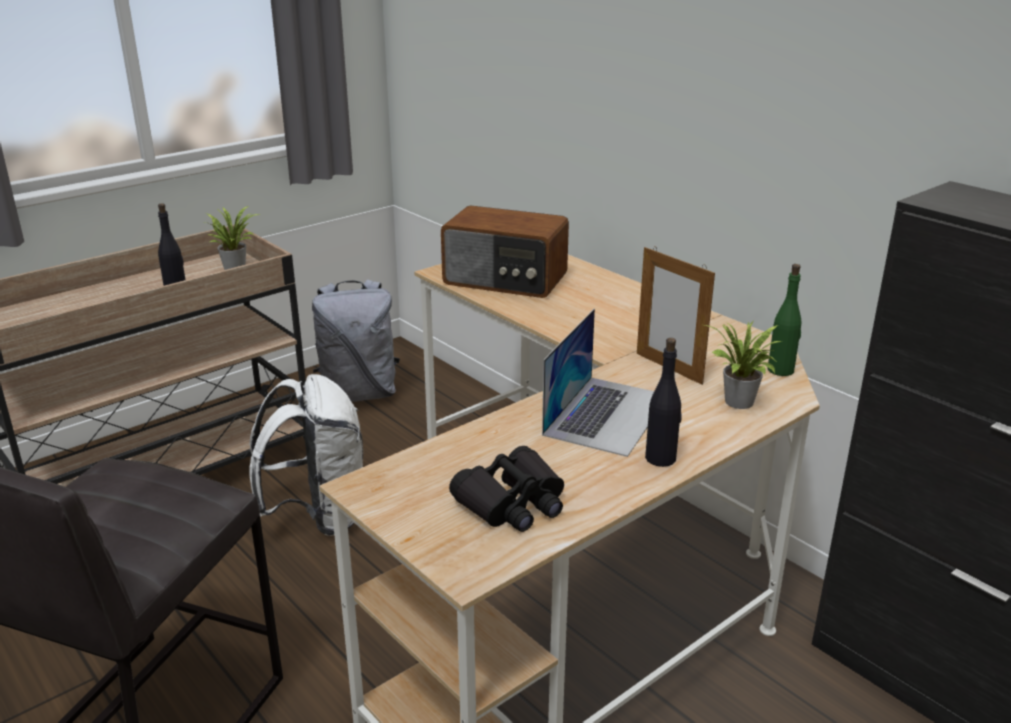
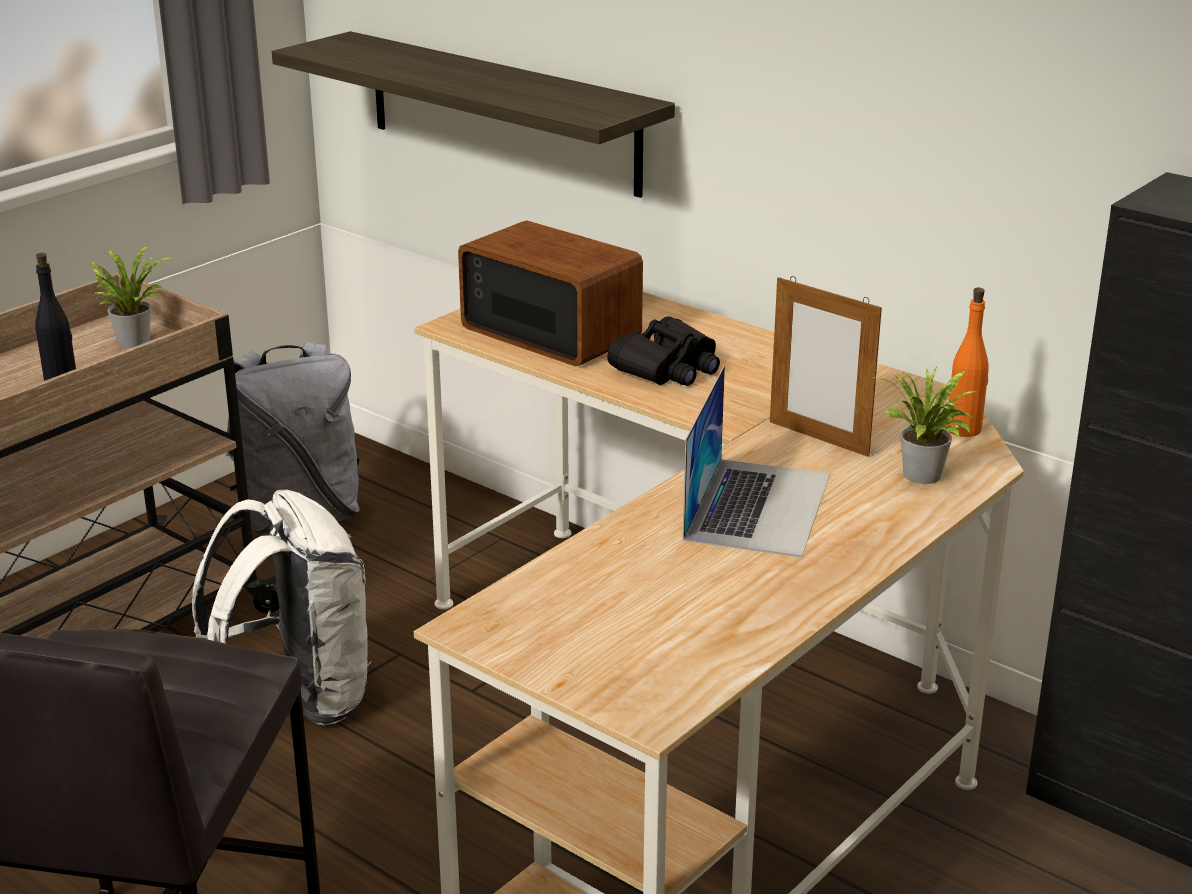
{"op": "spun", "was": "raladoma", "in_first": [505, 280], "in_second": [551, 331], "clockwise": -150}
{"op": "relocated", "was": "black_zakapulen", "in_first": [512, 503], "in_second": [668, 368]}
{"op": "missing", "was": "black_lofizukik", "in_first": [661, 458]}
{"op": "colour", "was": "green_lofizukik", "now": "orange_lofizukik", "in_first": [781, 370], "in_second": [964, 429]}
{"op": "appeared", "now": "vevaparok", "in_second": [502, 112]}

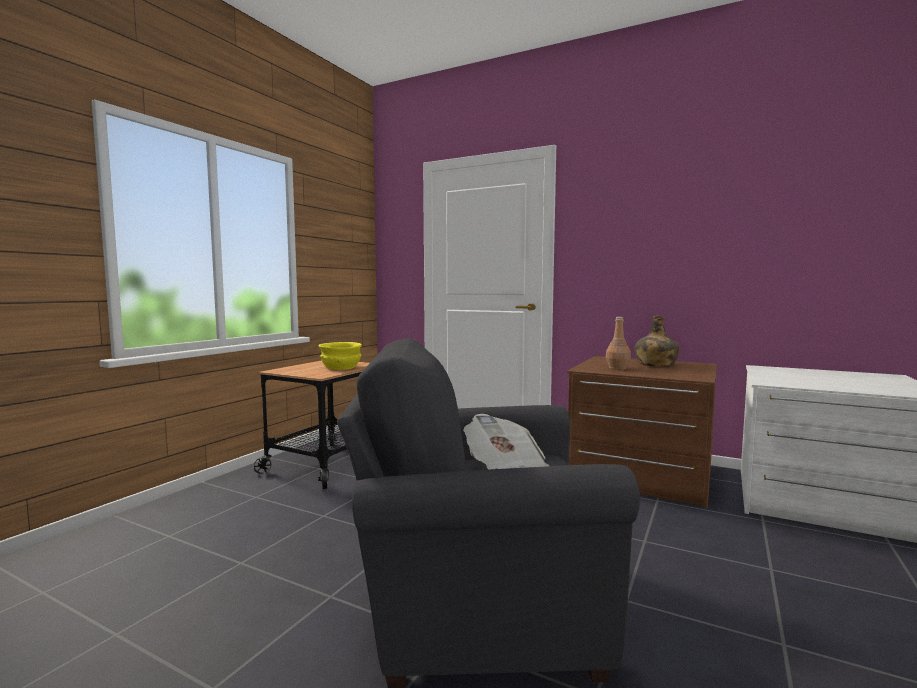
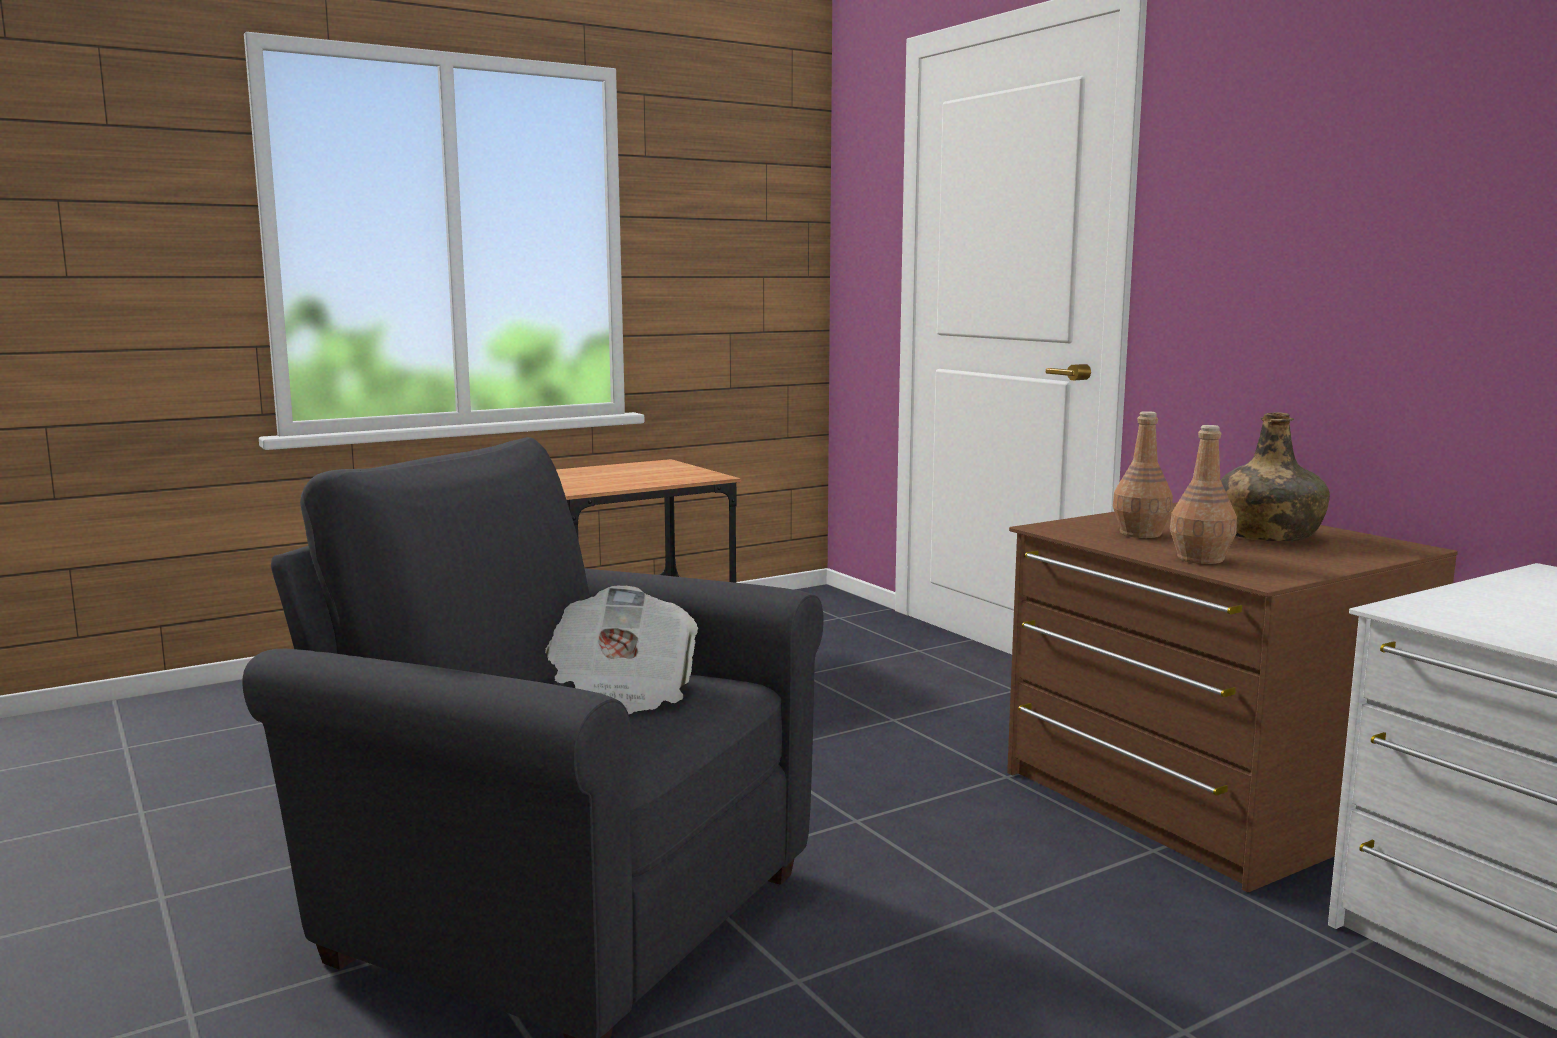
{"op": "missing", "was": "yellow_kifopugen", "in_first": [341, 367]}
{"op": "appeared", "now": "brown_lofizukik", "in_second": [1200, 559]}

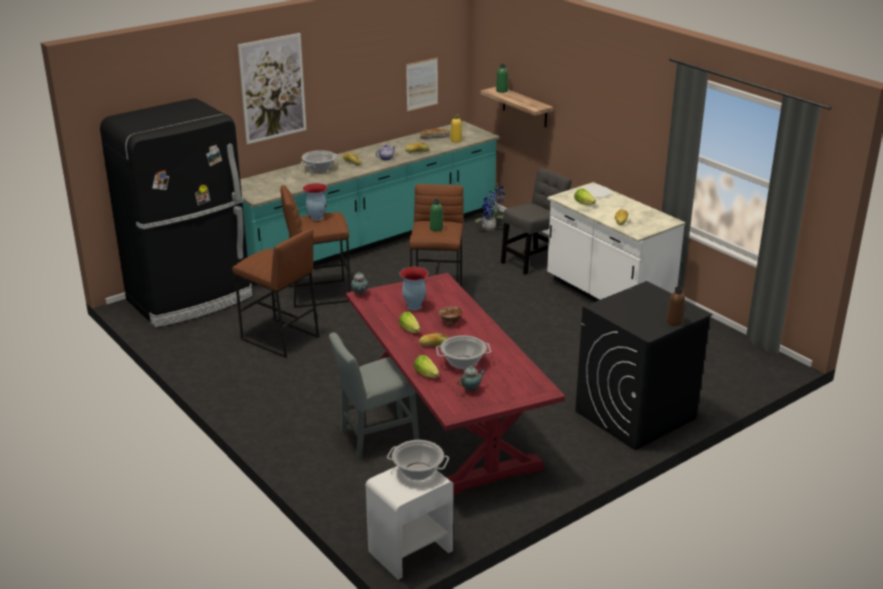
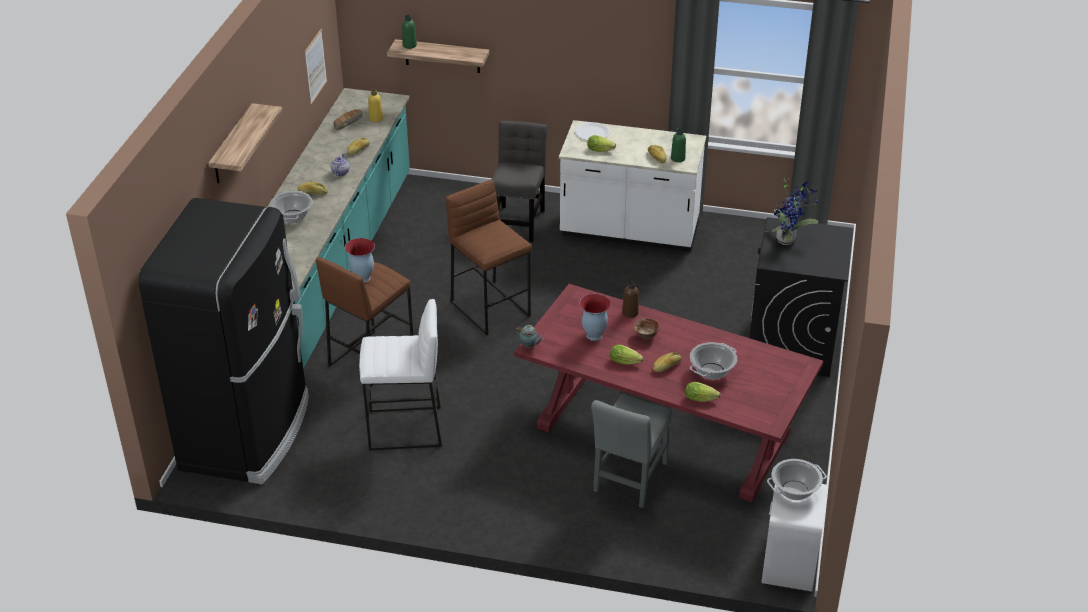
{"op": "colour", "was": "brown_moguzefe", "now": "white_moguzefe", "in_first": [279, 338], "in_second": [405, 429]}
{"op": "exchanged", "was": "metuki", "now": "vevaparok", "in_first": [273, 88], "in_second": [232, 145]}
{"op": "relocated", "was": "green_lofizukik", "in_first": [436, 228], "in_second": [678, 158]}
{"op": "missing", "was": "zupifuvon", "in_first": [471, 390]}
{"op": "relocated", "was": "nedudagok", "in_first": [490, 228], "in_second": [788, 240]}
{"op": "relocated", "was": "brown_lofizukik", "in_first": [674, 322], "in_second": [630, 313]}

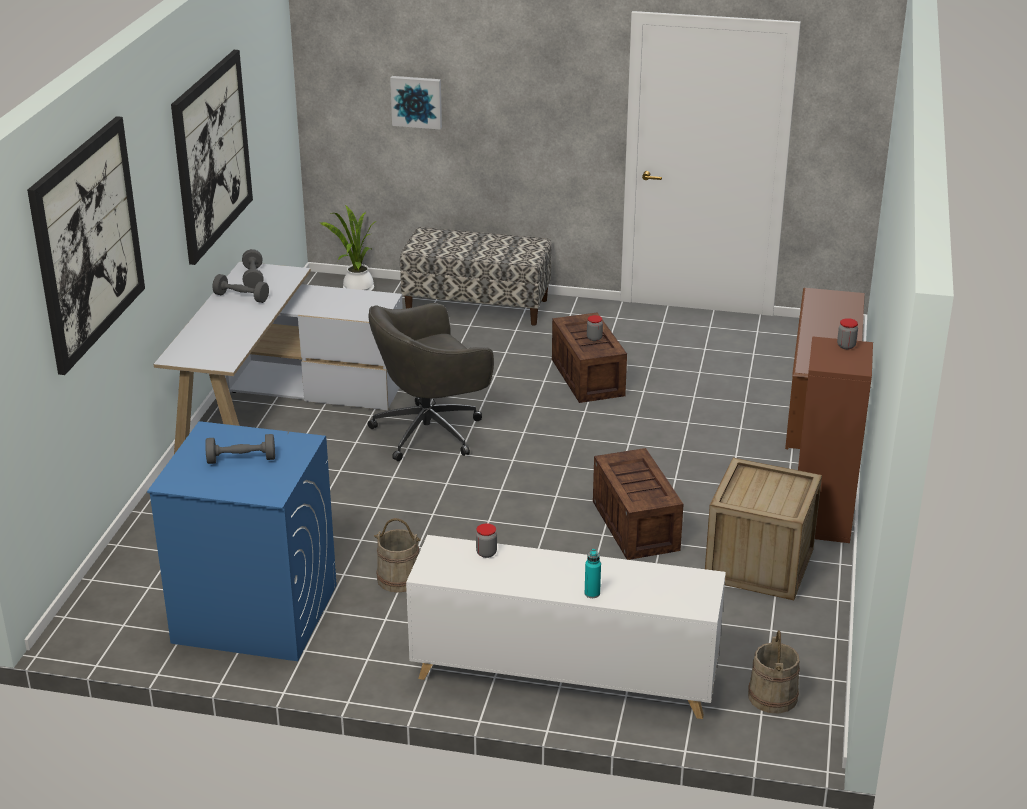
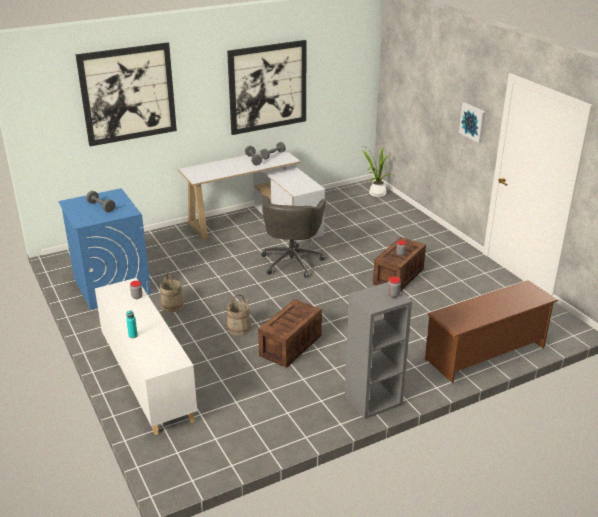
{"op": "spun", "was": "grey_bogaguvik", "in_first": [431, 432], "in_second": [292, 261], "clockwise": -105}
{"op": "relocated", "was": "metuki", "in_first": [417, 101], "in_second": [473, 122]}
{"op": "missing", "was": "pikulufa", "in_first": [477, 306]}
{"op": "missing", "was": "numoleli", "in_first": [759, 565]}
{"op": "relocated", "was": "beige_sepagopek", "in_first": [772, 696], "in_second": [239, 328]}
{"op": "colour", "was": "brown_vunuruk", "now": "grey_vunuruk", "in_first": [822, 521], "in_second": [373, 401]}

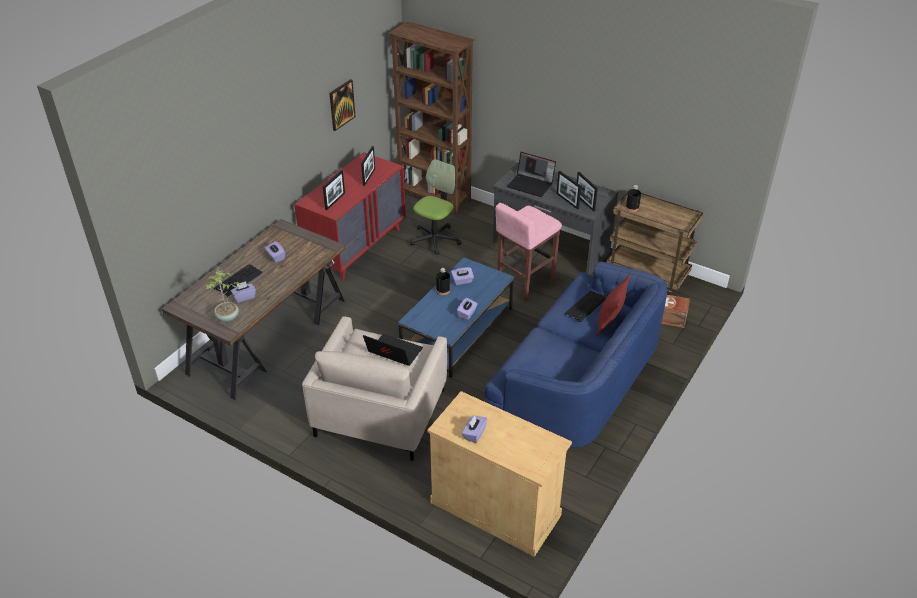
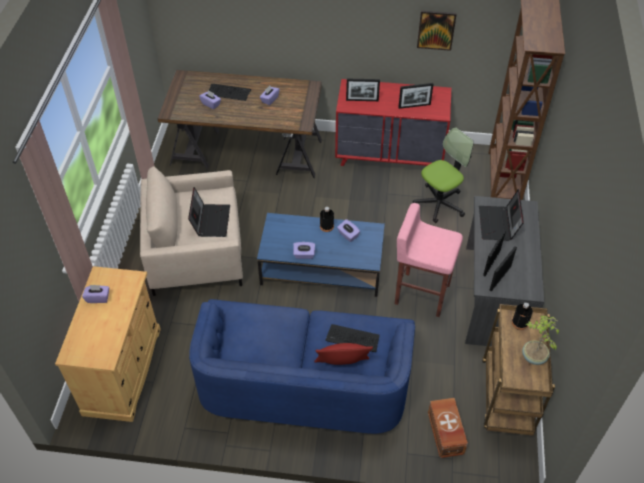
{"op": "relocated", "was": "nedudagok", "in_first": [227, 318], "in_second": [533, 357]}
{"op": "spun", "was": "bogaguvik", "in_first": [435, 239], "in_second": [439, 203], "clockwise": -45}

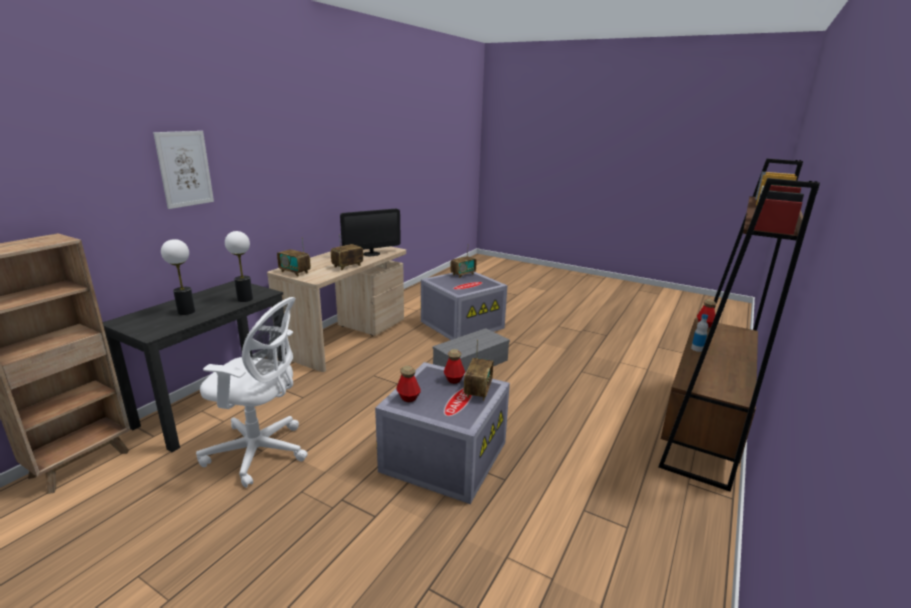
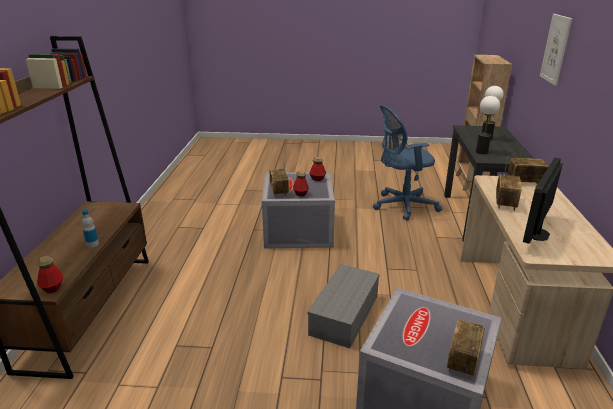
{"op": "colour", "was": "white_bogaguvik", "now": "blue_bogaguvik", "in_first": [261, 452], "in_second": [402, 206]}

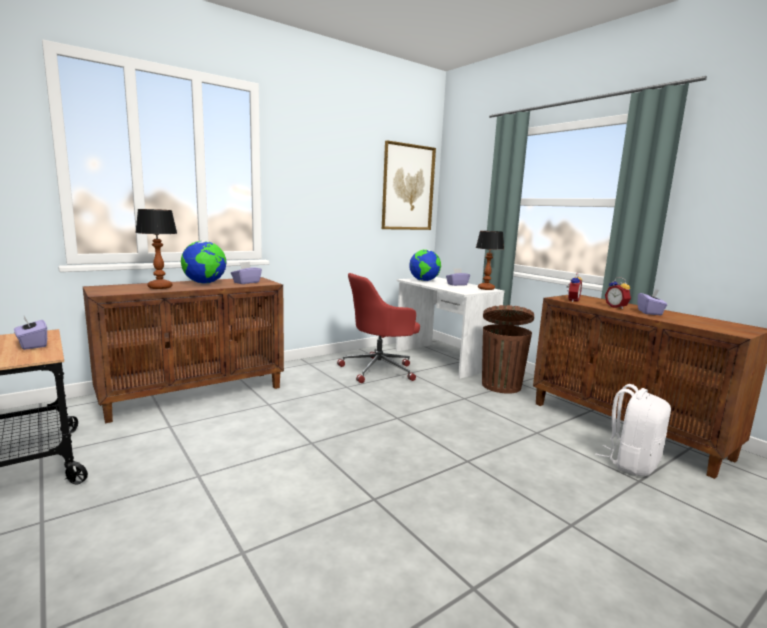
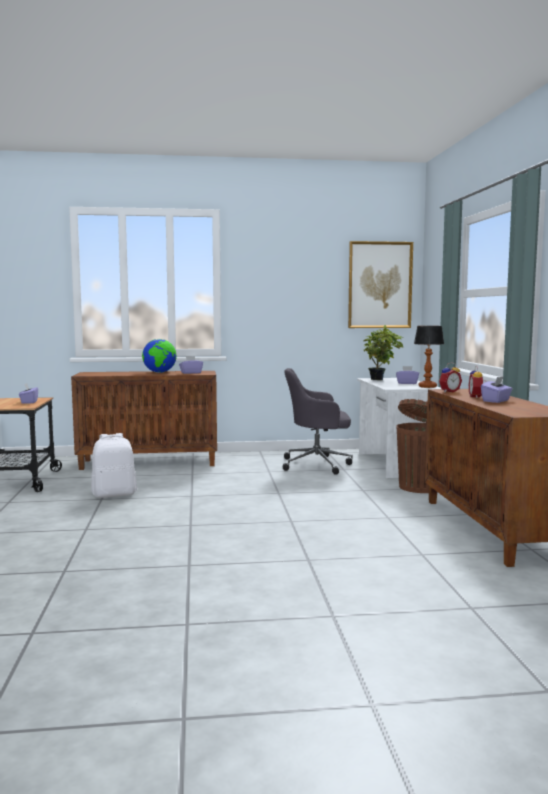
{"op": "missing", "was": "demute", "in_first": [159, 287]}
{"op": "colour", "was": "red_bogaguvik", "now": "grey_bogaguvik", "in_first": [379, 370], "in_second": [317, 464]}
{"op": "exchanged", "was": "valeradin", "now": "nedudagok", "in_first": [424, 281], "in_second": [380, 380]}
{"op": "relocated", "was": "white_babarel", "in_first": [631, 463], "in_second": [114, 494]}

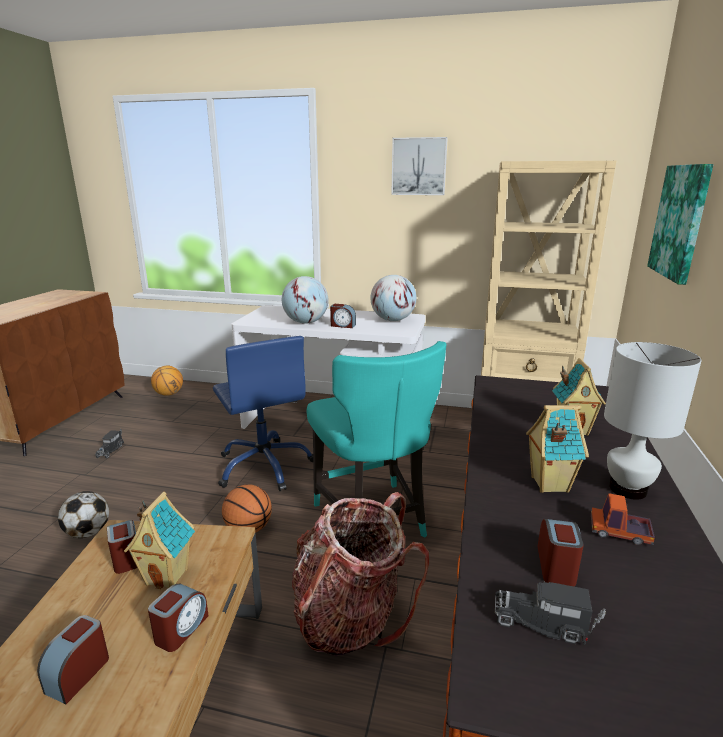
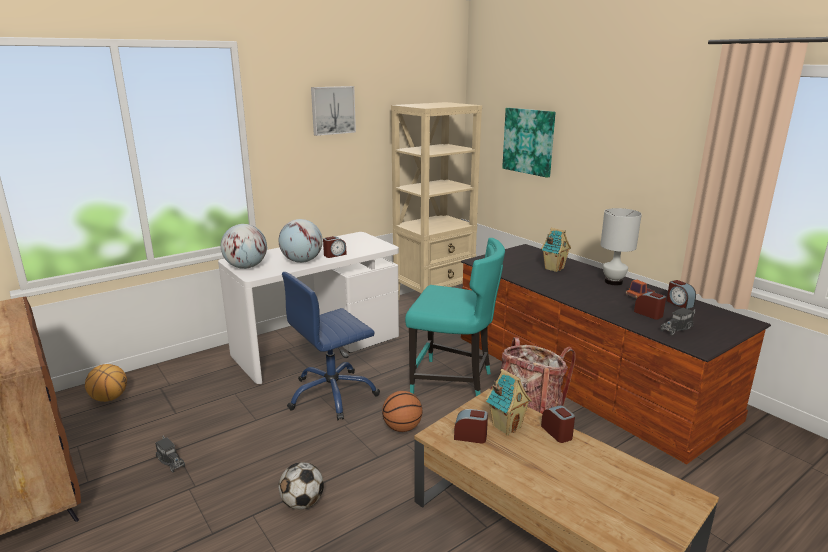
{"op": "relocated", "was": "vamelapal", "in_first": [78, 674], "in_second": [679, 303]}
{"op": "spun", "was": "blue_bogaguvik", "in_first": [265, 466], "in_second": [332, 394], "clockwise": 135}
{"op": "relocated", "was": "valeradin", "in_first": [392, 320], "in_second": [246, 267]}
{"op": "missing", "was": "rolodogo", "in_first": [548, 484]}

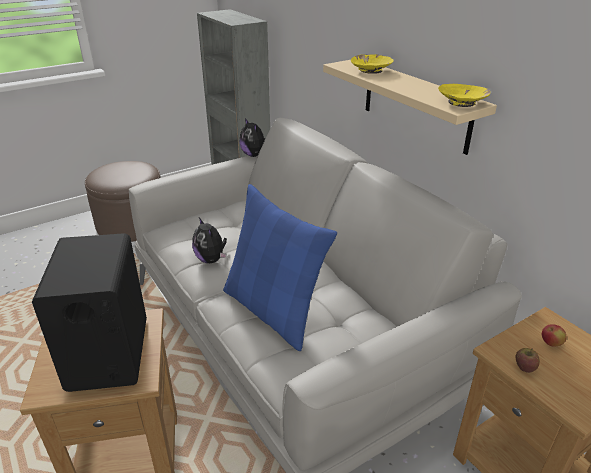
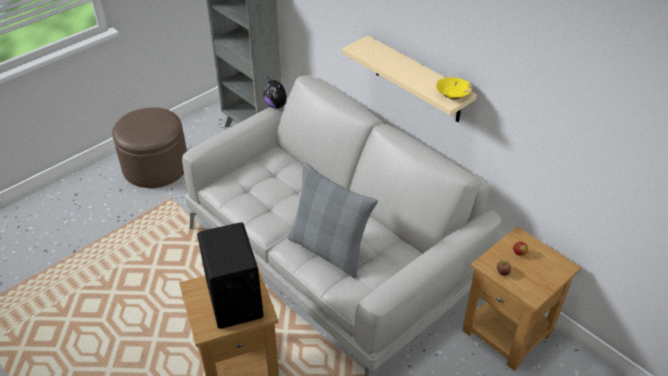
{"op": "missing", "was": "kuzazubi", "in_first": [211, 259]}
{"op": "colour", "was": "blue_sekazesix", "now": "grey_sekazesix", "in_first": [273, 311], "in_second": [328, 250]}
{"op": "missing", "was": "yellow_kifopugen", "in_first": [371, 70]}

